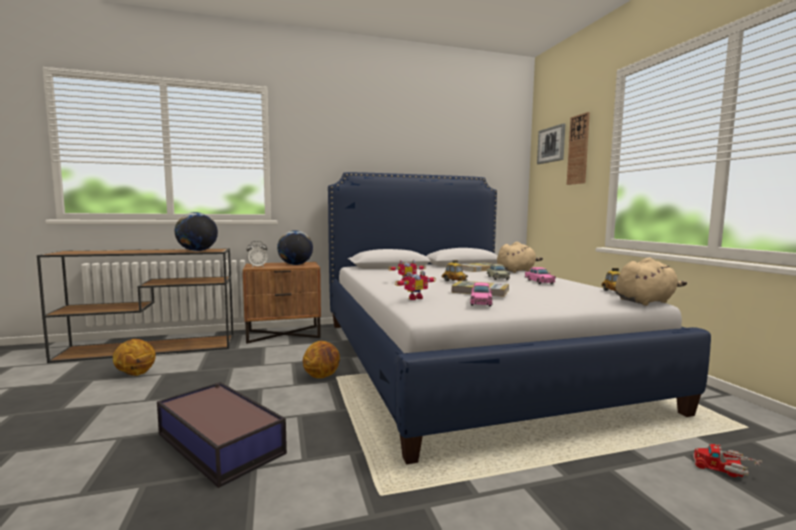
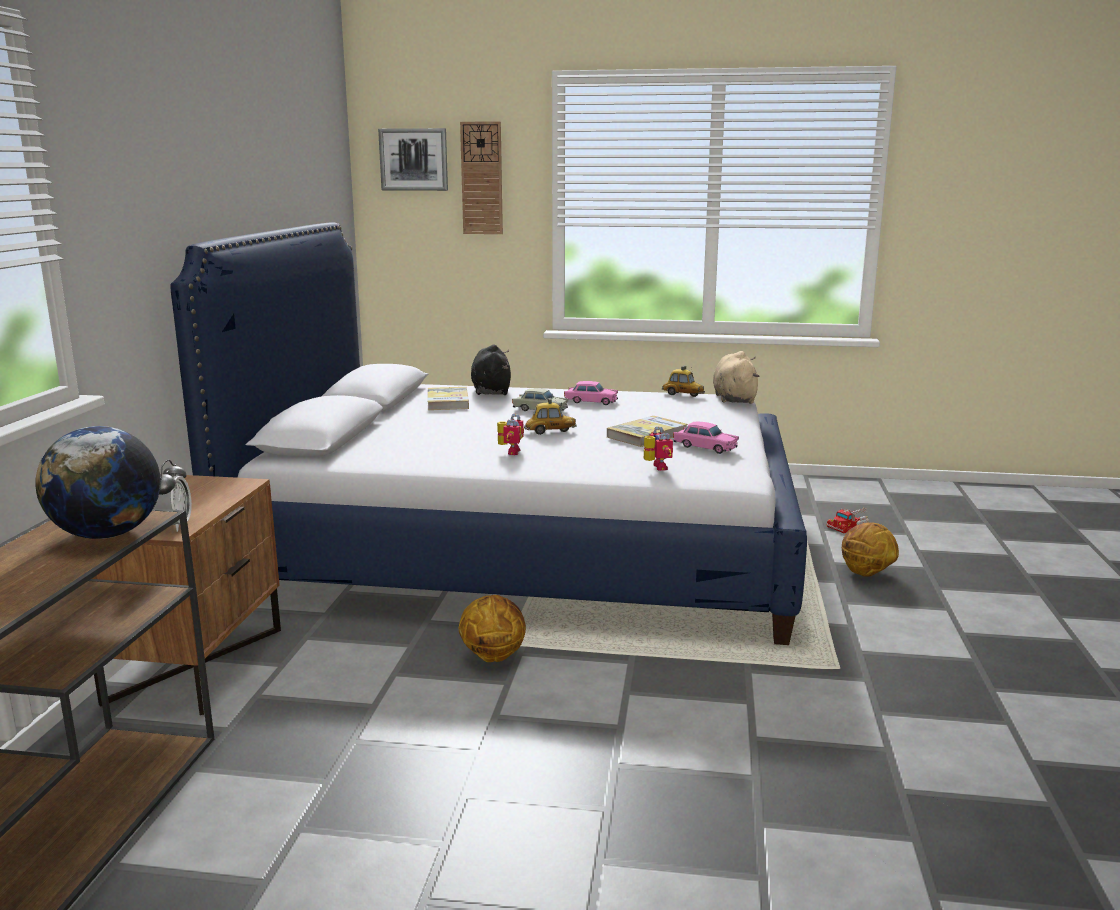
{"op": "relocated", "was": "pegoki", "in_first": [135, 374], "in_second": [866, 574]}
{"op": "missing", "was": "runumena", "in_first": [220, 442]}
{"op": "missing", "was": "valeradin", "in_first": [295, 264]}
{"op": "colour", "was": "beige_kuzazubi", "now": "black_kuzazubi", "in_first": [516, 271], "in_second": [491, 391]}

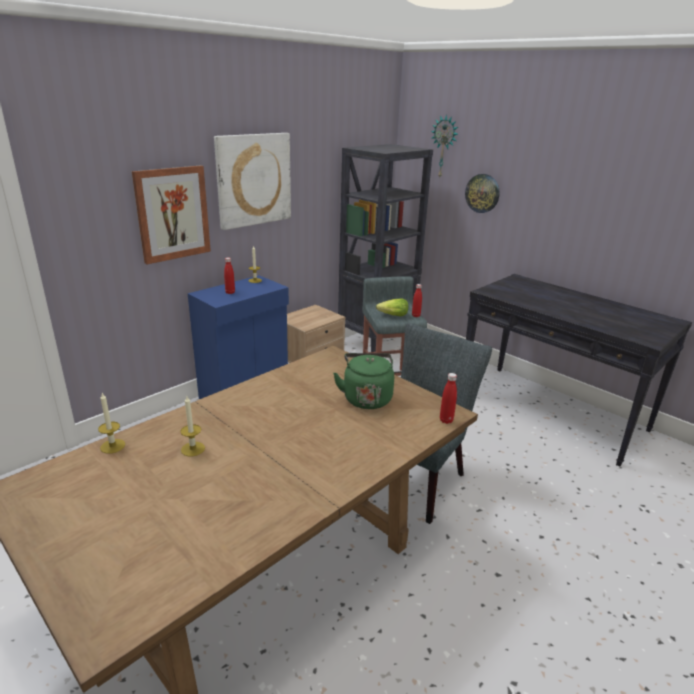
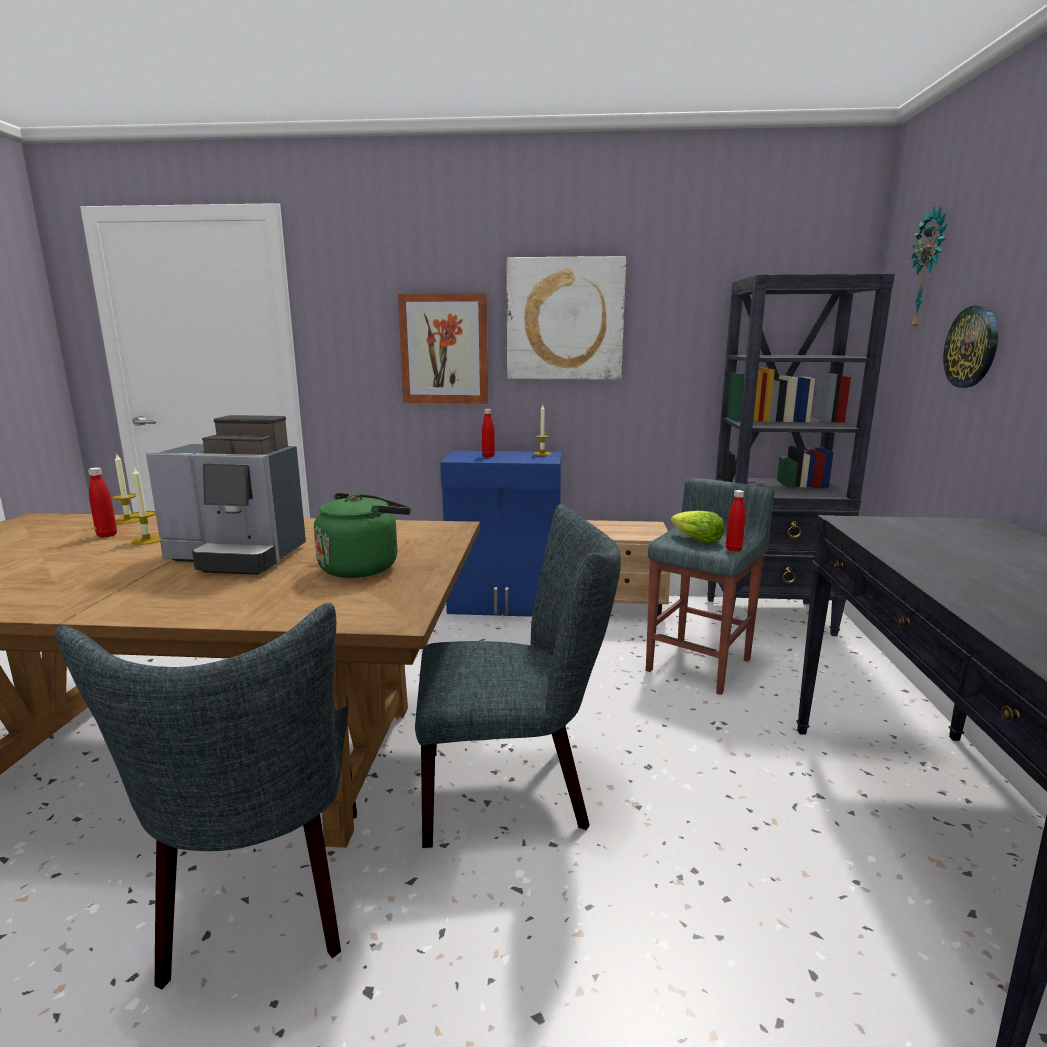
{"op": "relocated", "was": "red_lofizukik", "in_first": [446, 420], "in_second": [107, 535]}
{"op": "appeared", "now": "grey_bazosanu", "in_second": [265, 900]}
{"op": "appeared", "now": "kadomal", "in_second": [238, 557]}

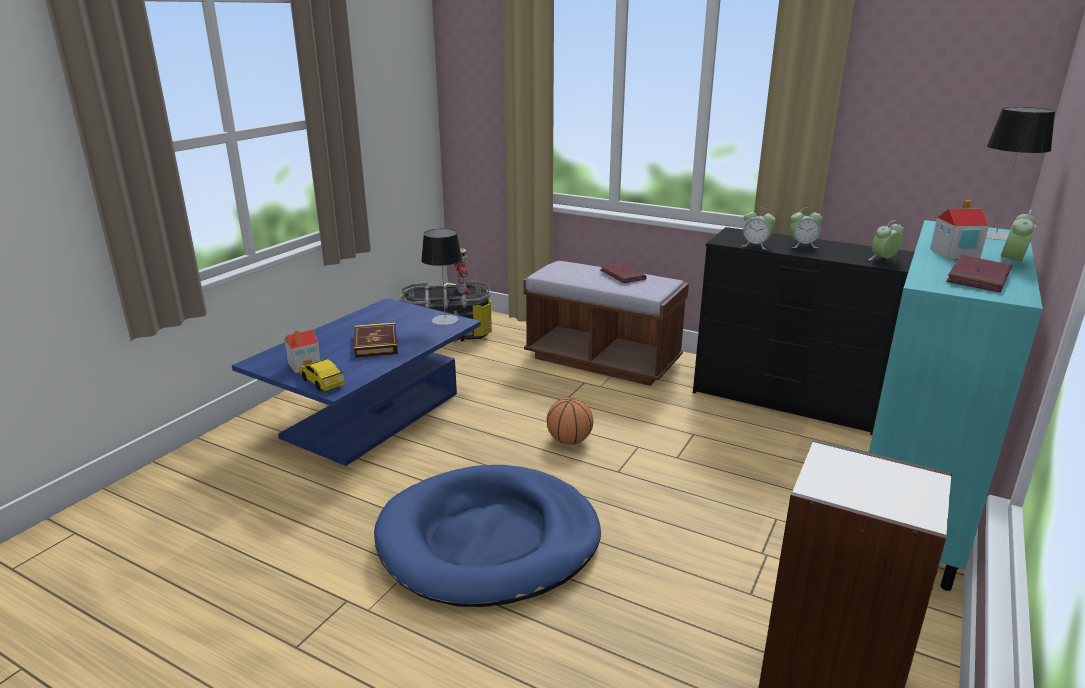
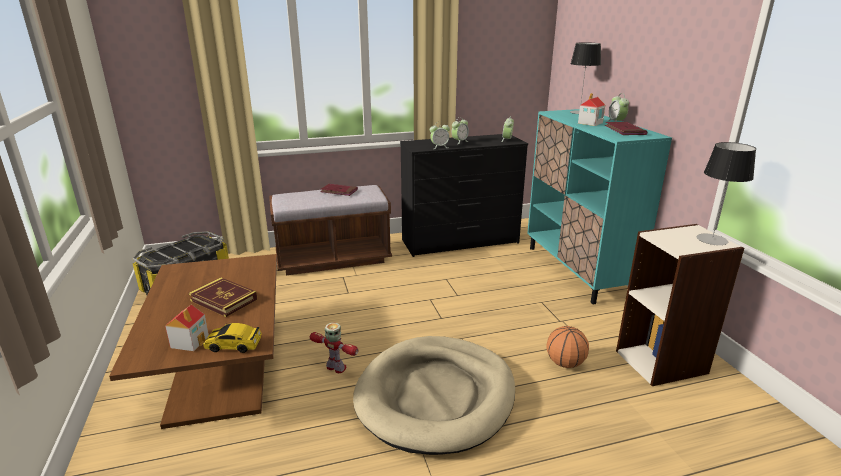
{"op": "colour", "was": "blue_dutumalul", "now": "brown_dutumalul", "in_first": [372, 415], "in_second": [221, 368]}
{"op": "colour", "was": "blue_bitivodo", "now": "beige_bitivodo", "in_first": [489, 540], "in_second": [436, 396]}
{"op": "relocated", "was": "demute", "in_first": [445, 320], "in_second": [712, 239]}
{"op": "relocated", "was": "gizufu", "in_first": [462, 291], "in_second": [336, 368]}
{"op": "relocated", "was": "pegoki", "in_first": [569, 441], "in_second": [565, 363]}

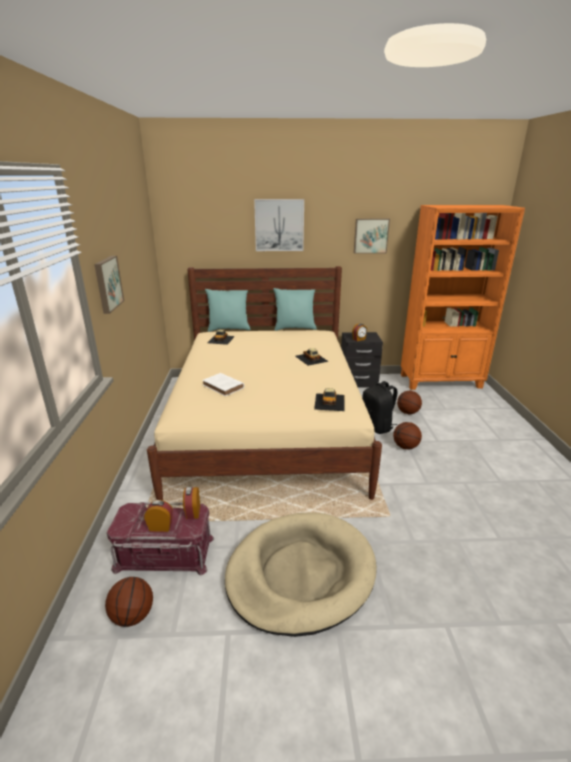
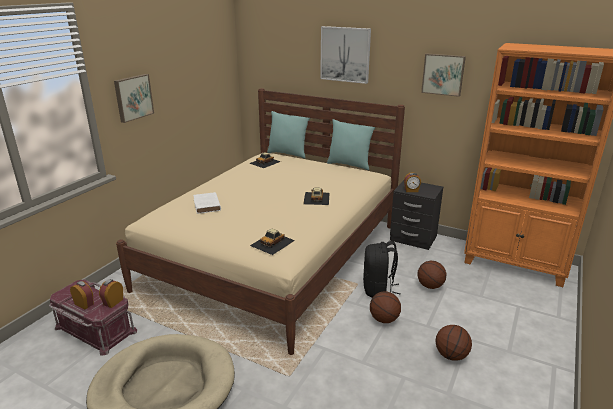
{"op": "relocated", "was": "pegoki", "in_first": [132, 616], "in_second": [451, 355]}

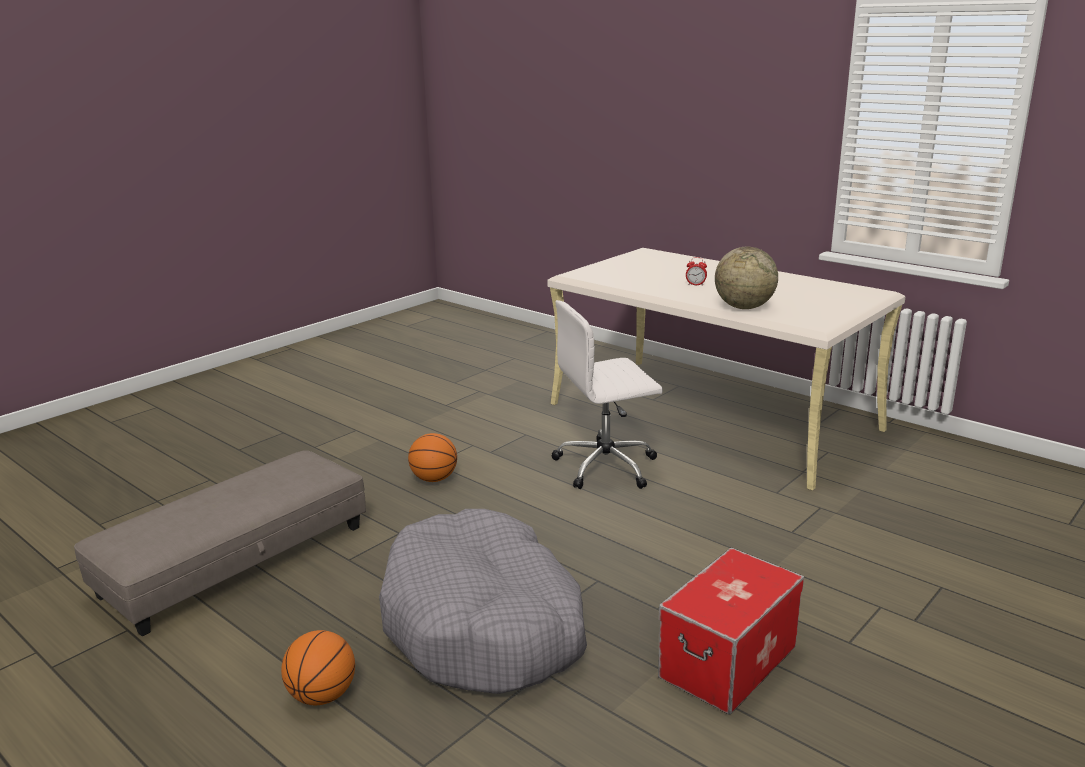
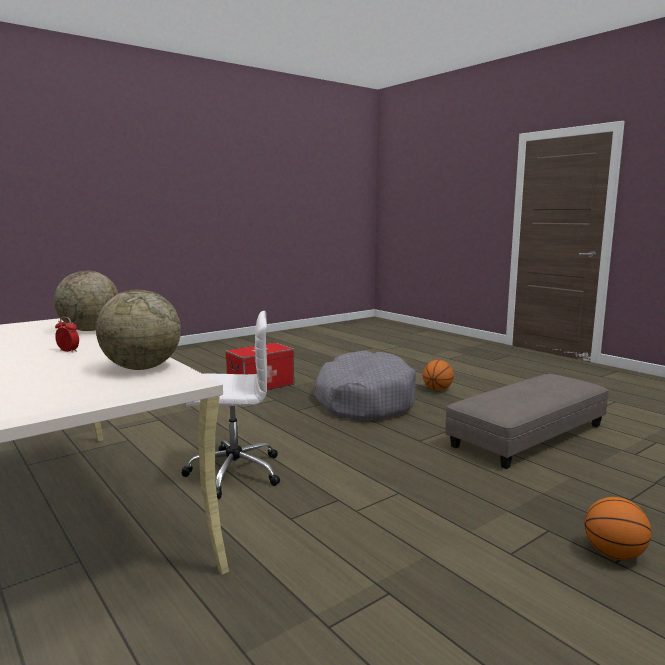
{"op": "relocated", "was": "pegoki", "in_first": [434, 479], "in_second": [614, 554]}
{"op": "appeared", "now": "valeradin", "in_second": [142, 368]}

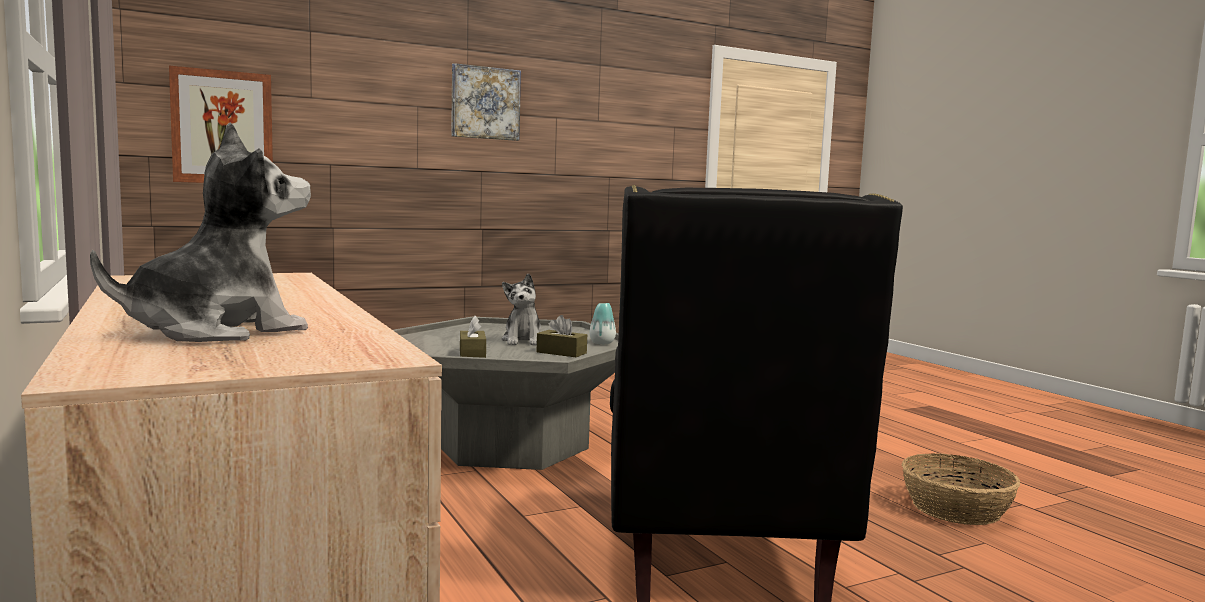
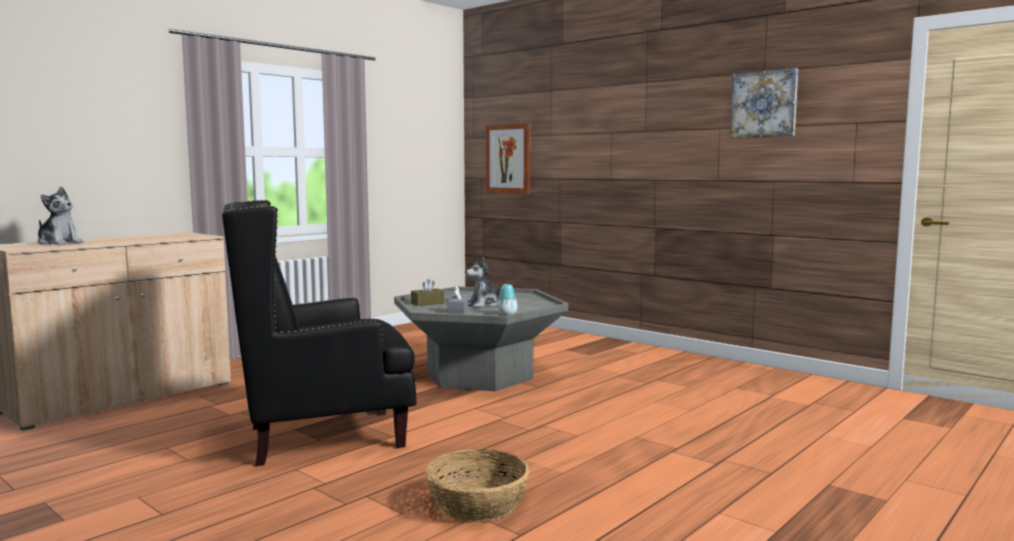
{"op": "relocated", "was": "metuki", "in_first": [485, 103], "in_second": [764, 104]}
{"op": "colour", "was": "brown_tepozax", "now": "grey_tepozax", "in_first": [561, 353], "in_second": [458, 312]}

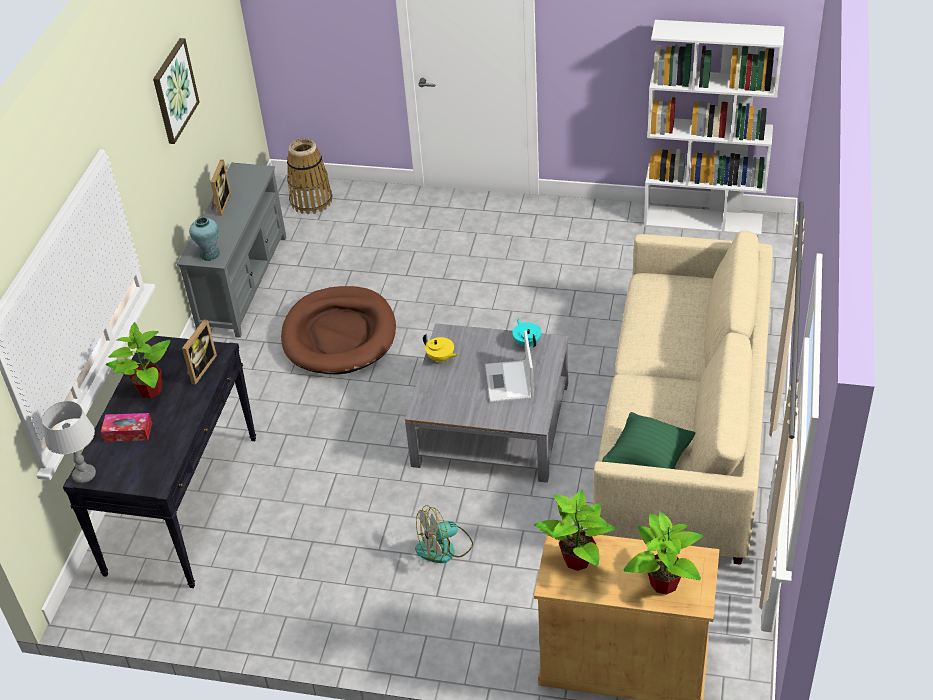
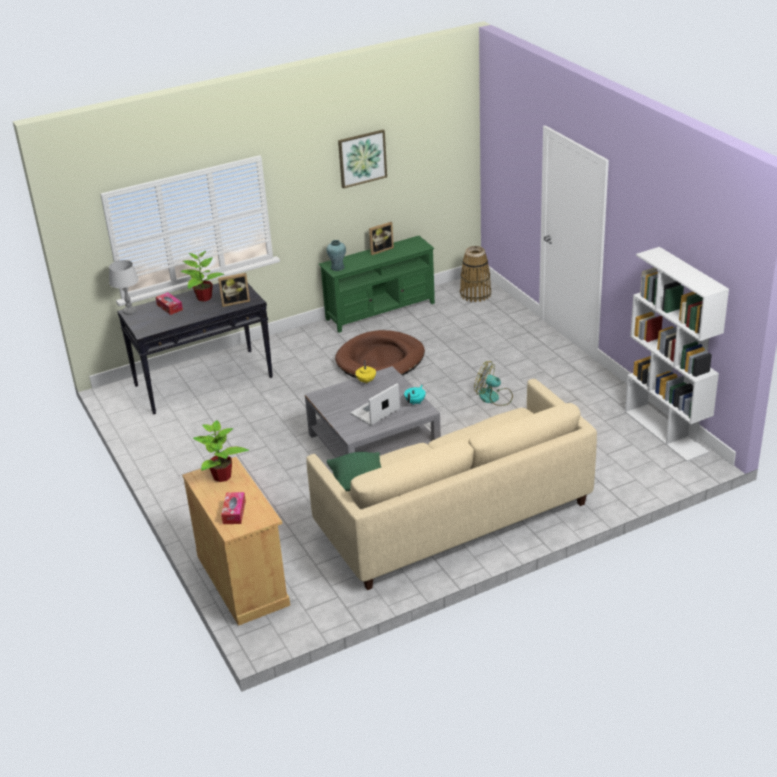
{"op": "colour", "was": "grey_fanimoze", "now": "green_fanimoze", "in_first": [243, 284], "in_second": [380, 311]}
{"op": "relocated", "was": "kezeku", "in_first": [444, 548], "in_second": [493, 397]}
{"op": "exchanged", "was": "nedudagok", "now": "tepozax", "in_first": [663, 583], "in_second": [234, 512]}

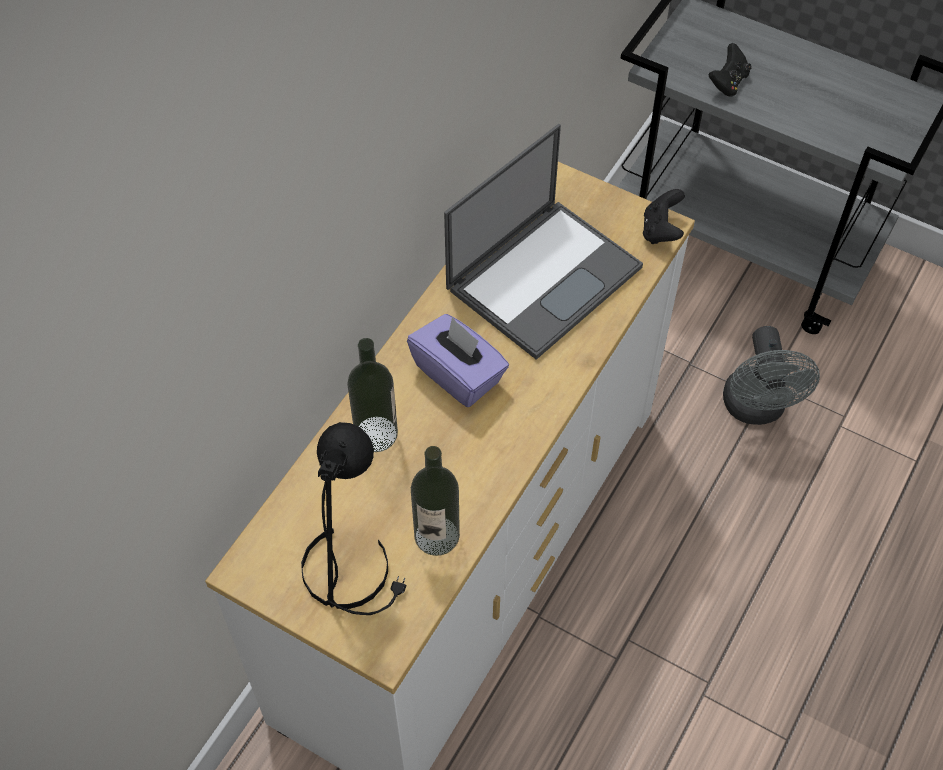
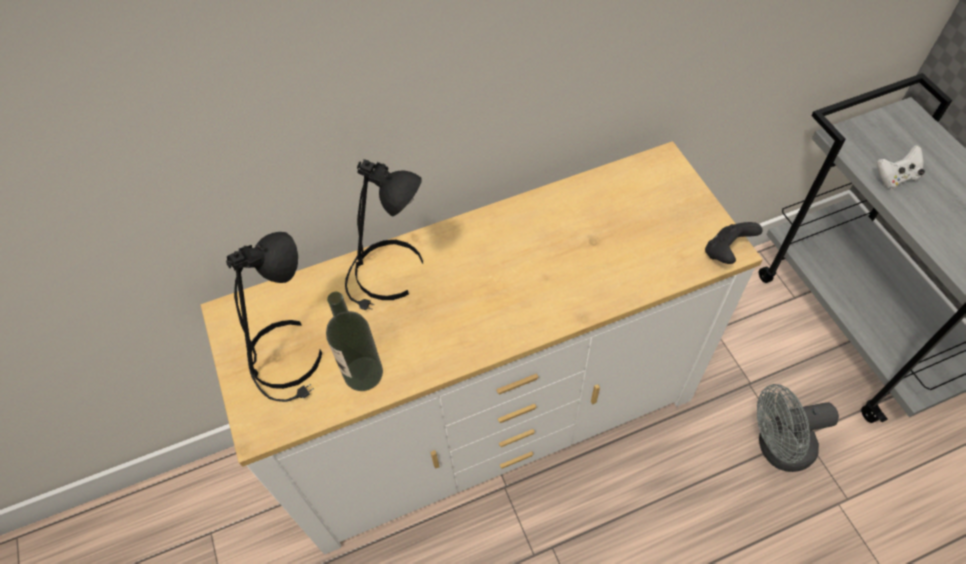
{"op": "exchanged", "was": "lofizukik", "now": "black_demute", "in_first": [376, 434], "in_second": [388, 276]}
{"op": "missing", "was": "purple_tepozax", "in_first": [458, 374]}
{"op": "missing", "was": "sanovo", "in_first": [545, 276]}
{"op": "colour", "was": "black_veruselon", "now": "white_veruselon", "in_first": [728, 83], "in_second": [895, 177]}
{"op": "spun", "was": "grey_kezeku", "in_first": [756, 409], "in_second": [777, 448], "clockwise": 45}

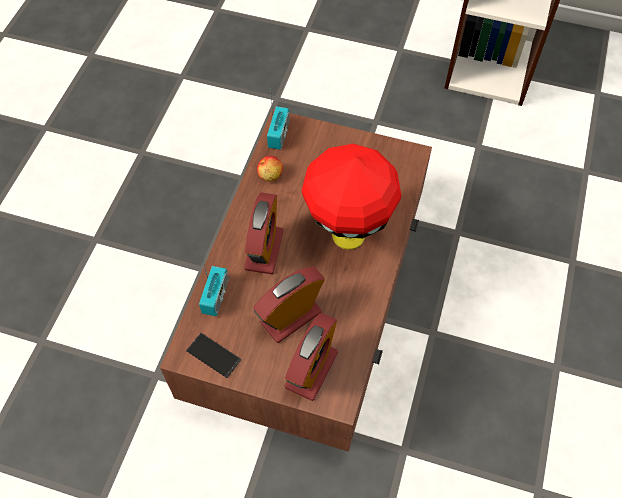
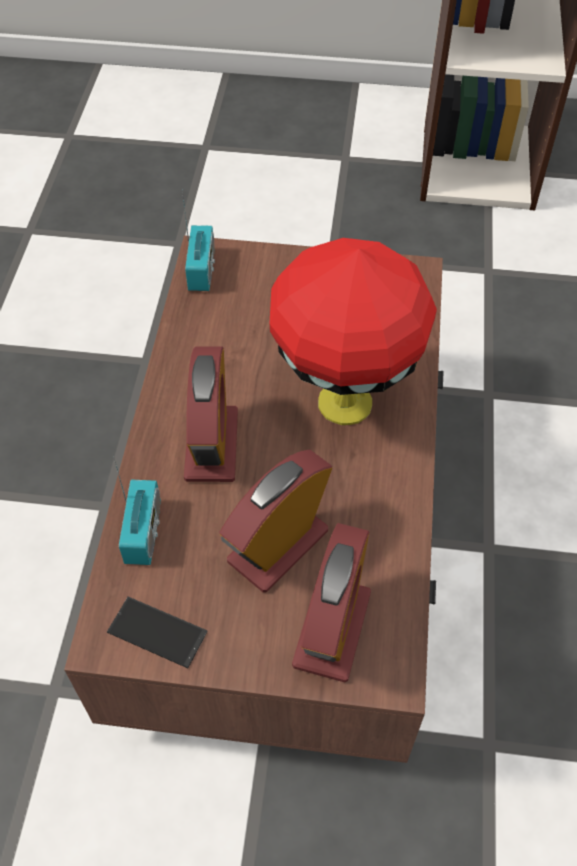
{"op": "missing", "was": "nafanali", "in_first": [270, 175]}

